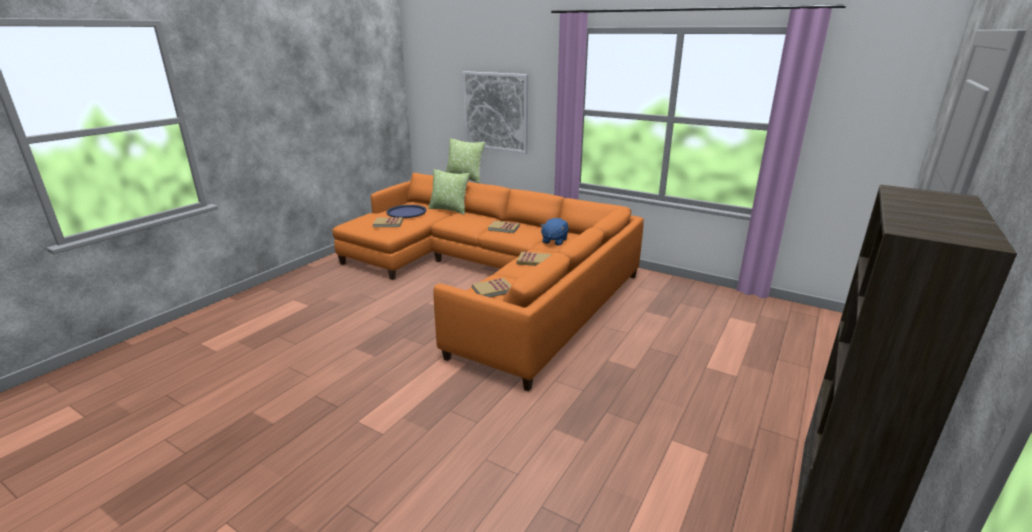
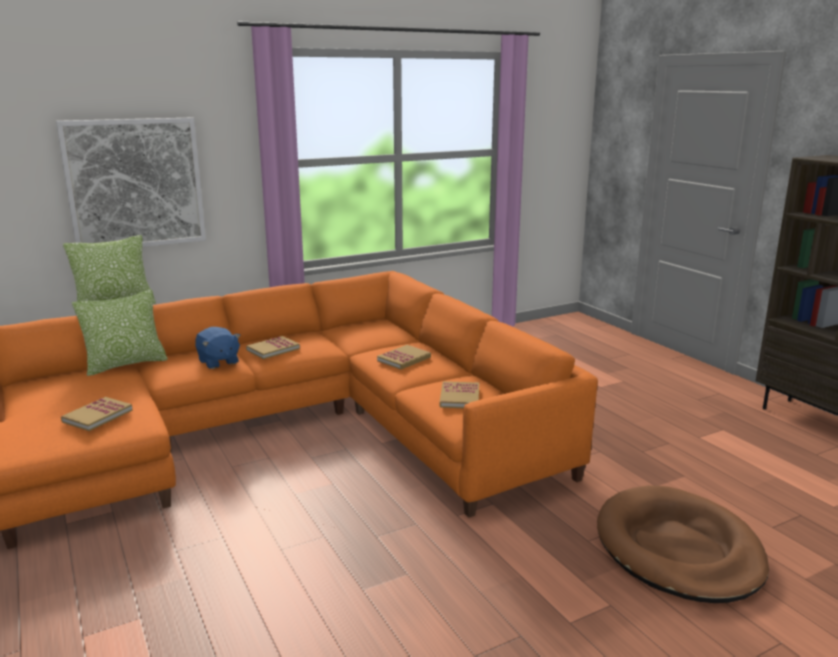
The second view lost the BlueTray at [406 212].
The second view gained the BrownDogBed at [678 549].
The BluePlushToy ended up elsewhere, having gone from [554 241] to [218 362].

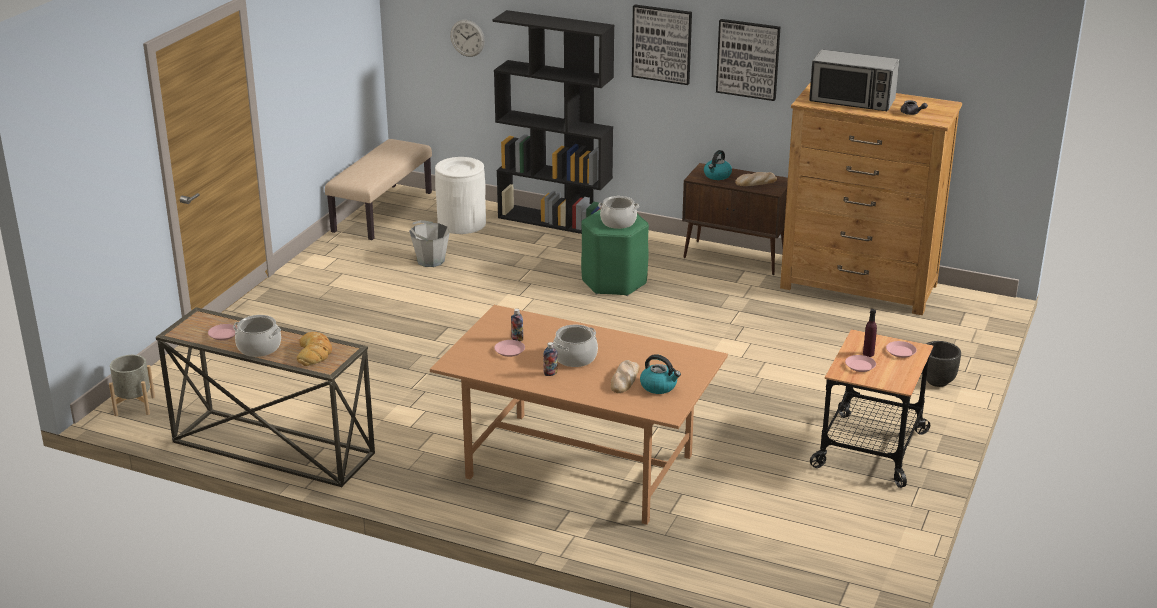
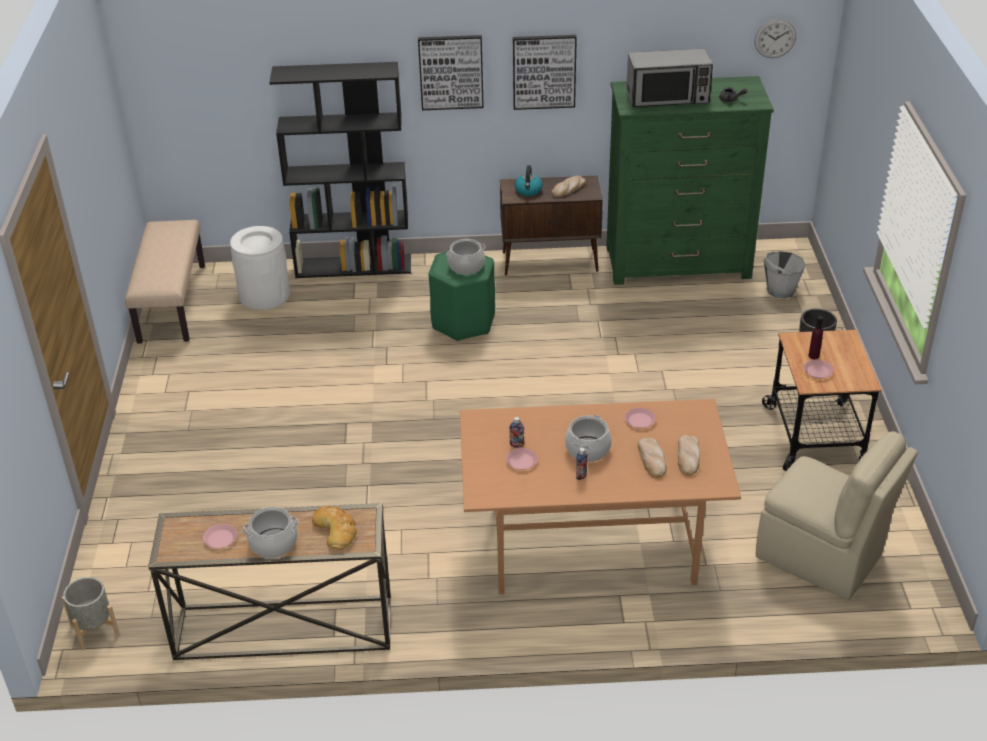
The second view gained the BeigeChair at [821 557].
The GreyBucket ended up elsewhere, having gone from [430 260] to [780 290].
The WallClock ended up elsewhere, having gone from [467 38] to [775 38].
The PinkPlate ended up elsewhere, having gone from [900 352] to [639 420].
Where the Kettle stood at [659 386], the Bread came to stand at [688 457].
What was the BrownDresser at [859 286] turned into the GreenDresser at [678 263].

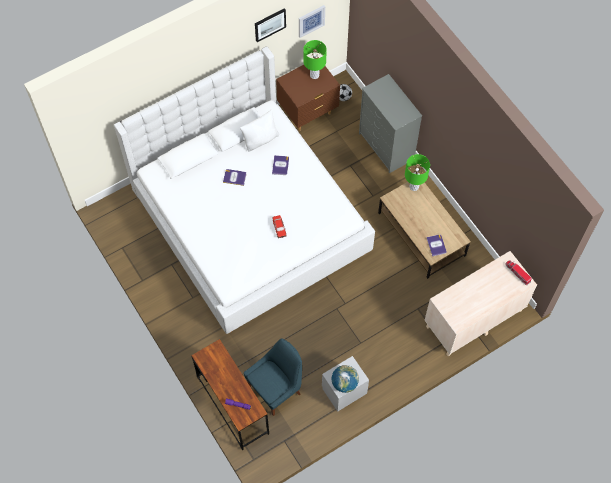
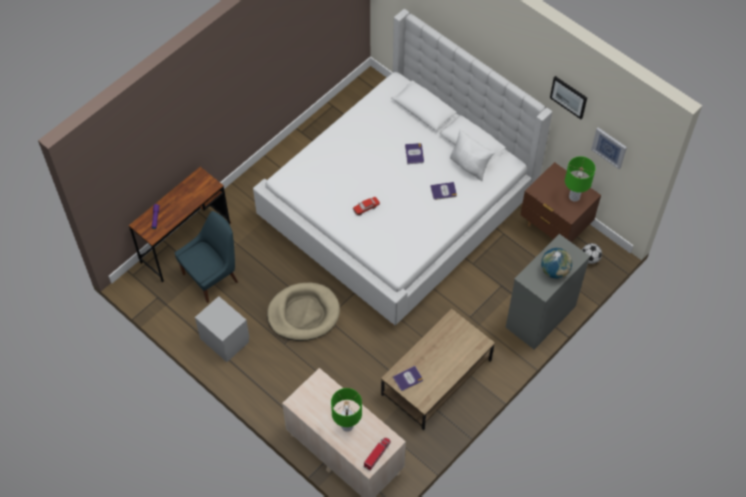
The second view gained the BeigeDogBed at [303 313].
The Globe ended up elsewhere, having gone from [344 383] to [554 271].
The GreenTableLamp ended up elsewhere, having gone from [414 187] to [347 425].
The BlueChair at [276 389] ended up facing another way, 75 degrees counterclockwise from before.

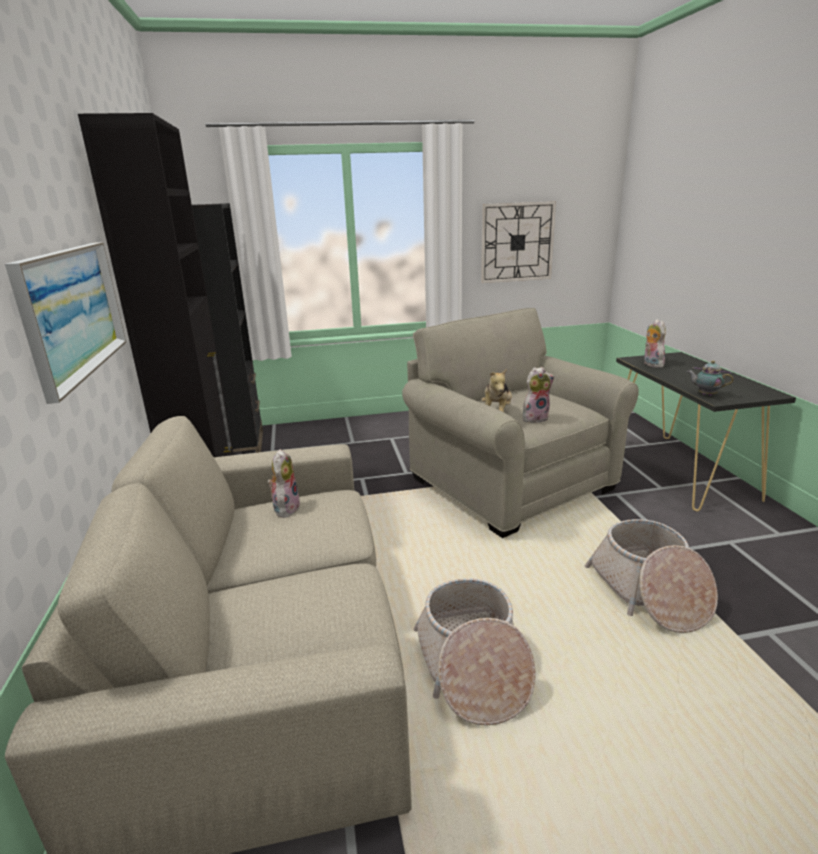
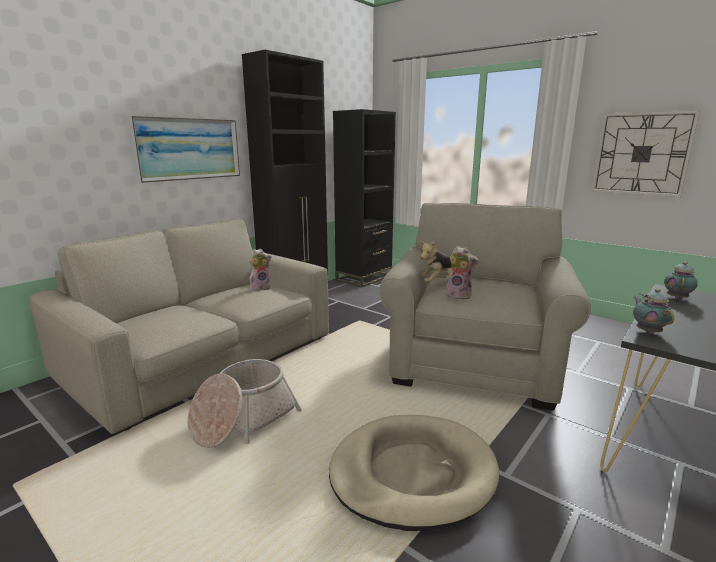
Where the Basket stood at [649 592], the BeigeDogBed came to stand at [412 473].
Where the PlushToy stood at [651 364], the Teapot came to stand at [677 298].

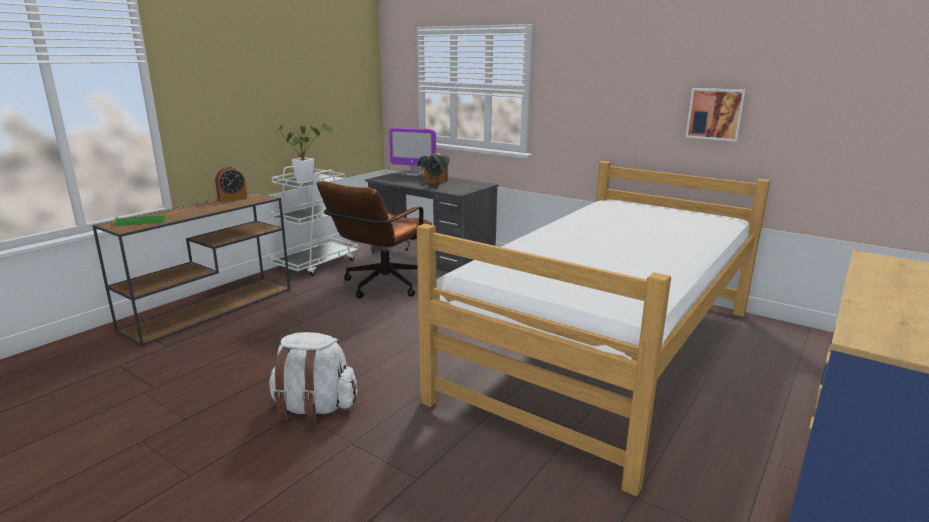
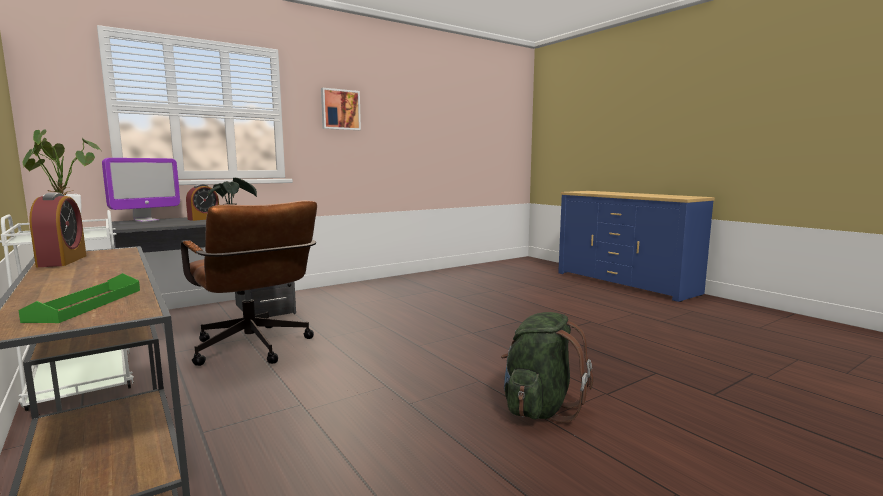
The second view lost the Bed at [608 352].
The Picture ended up elsewhere, having gone from [715 114] to [340 109].
What was the WhiteBackpack at [313 409] turned into the GreenBackpack at [539 408].

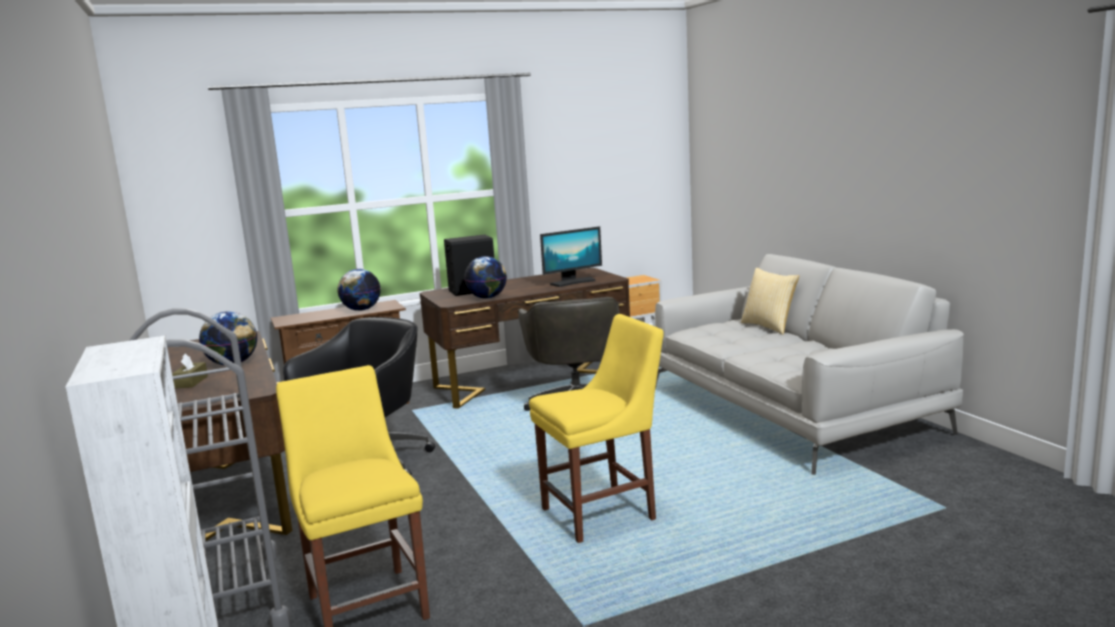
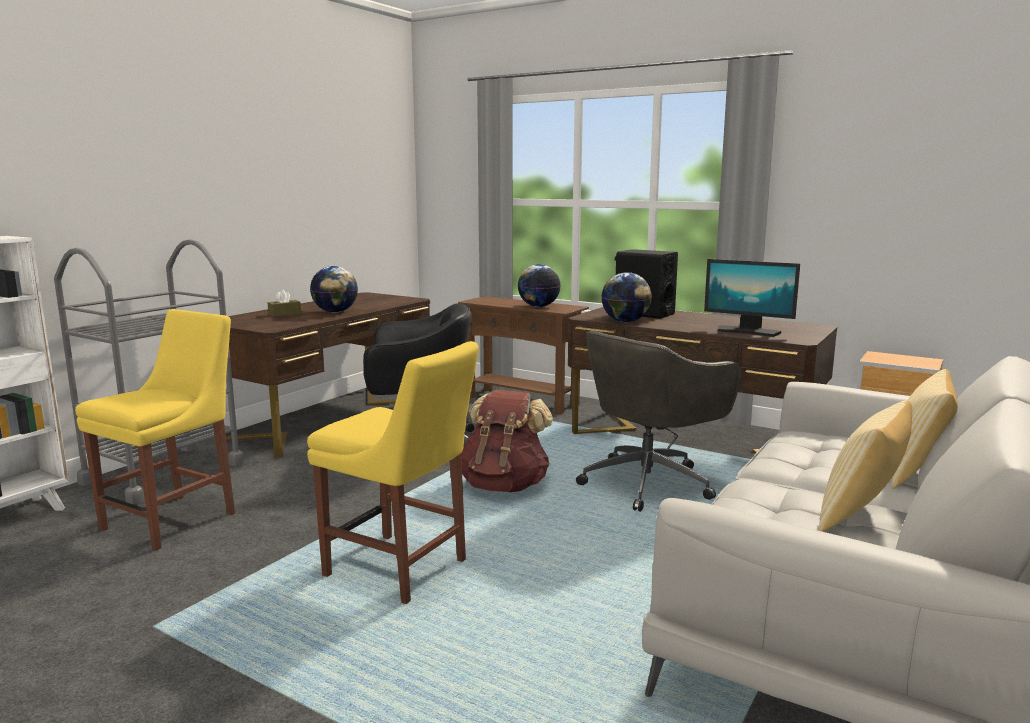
The second view gained the BrownBackpack at [504 486].
The second view gained the Pillow at [861 518].

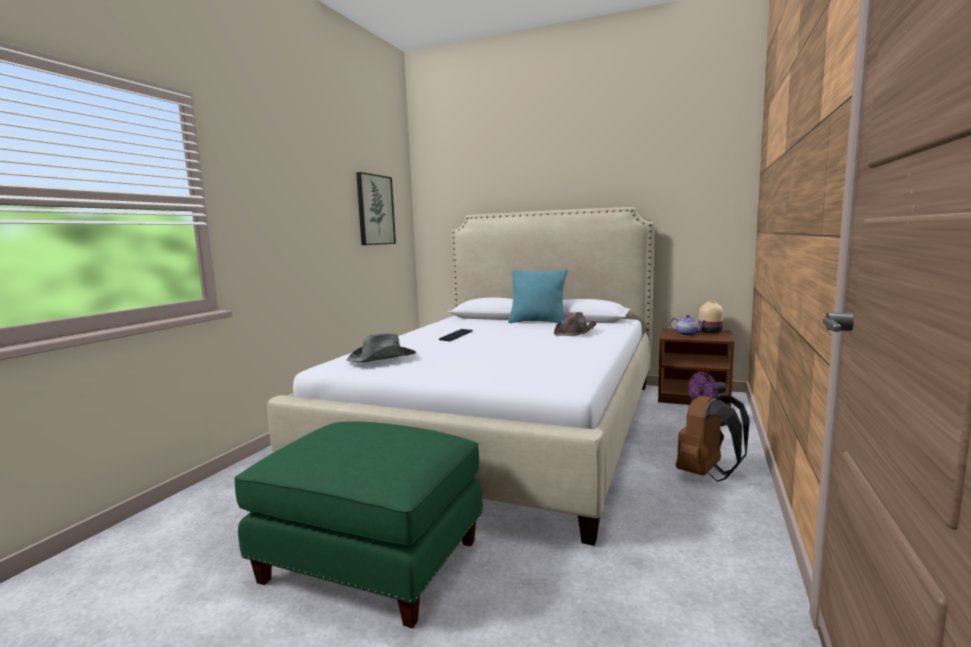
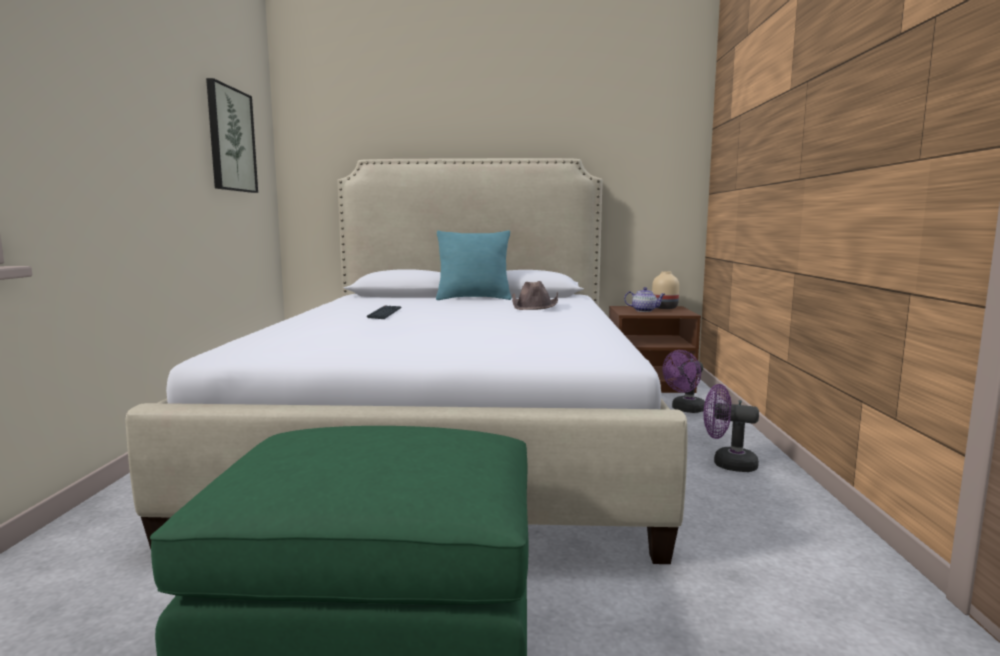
The second view lost the GreyHat at [382 357].
Where the BrownBackpack stood at [707 474], the PurpleFan came to stand at [727 464].

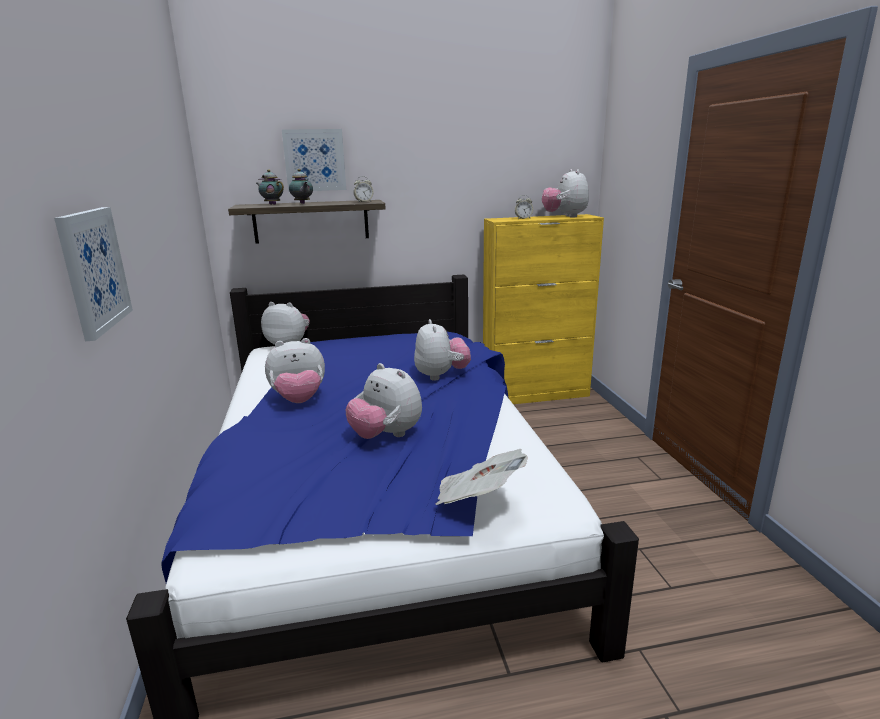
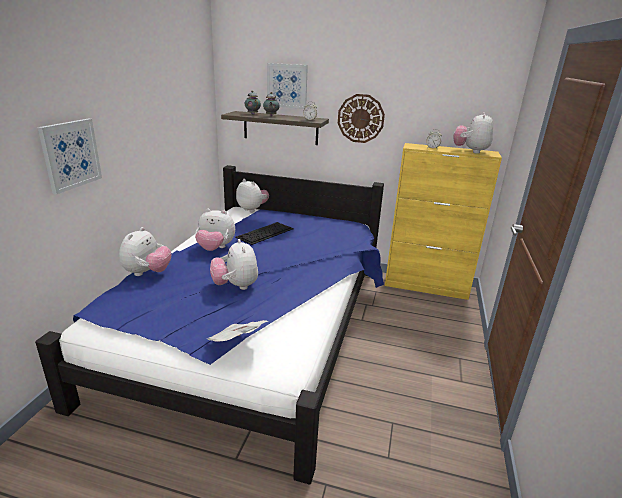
The second view gained the Keyboard at [265 233].
The second view gained the WallClock at [360 118].
The PlushToy ended up elsewhere, having gone from [441 375] to [147 273].

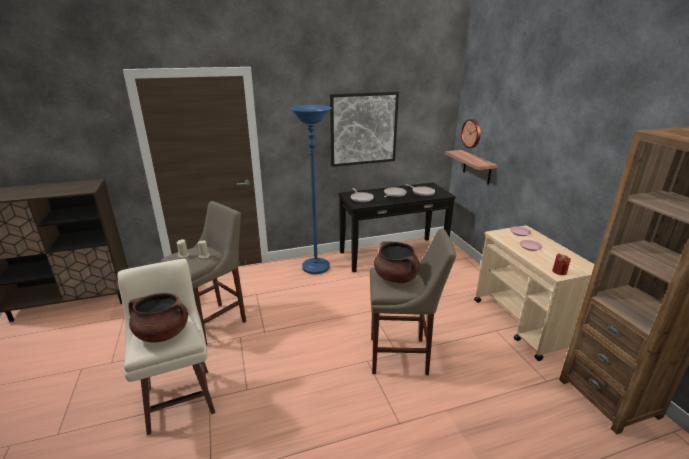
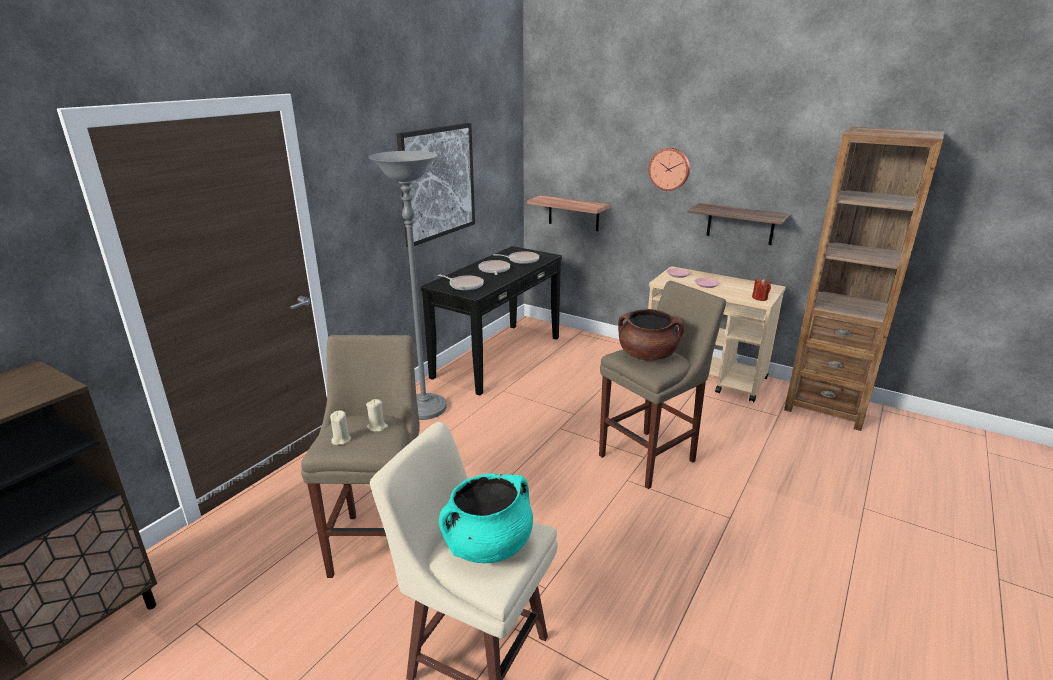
The second view gained the Shelf at [740 224].
The WallClock ended up elsewhere, having gone from [472 133] to [669 169].
What was the BrownCookingPot at [162 333] turned into the TurquoiseCookingPot at [487 545].
What was the BlueFloorLamp at [316 267] turned into the GreyFloorLamp at [424 409].

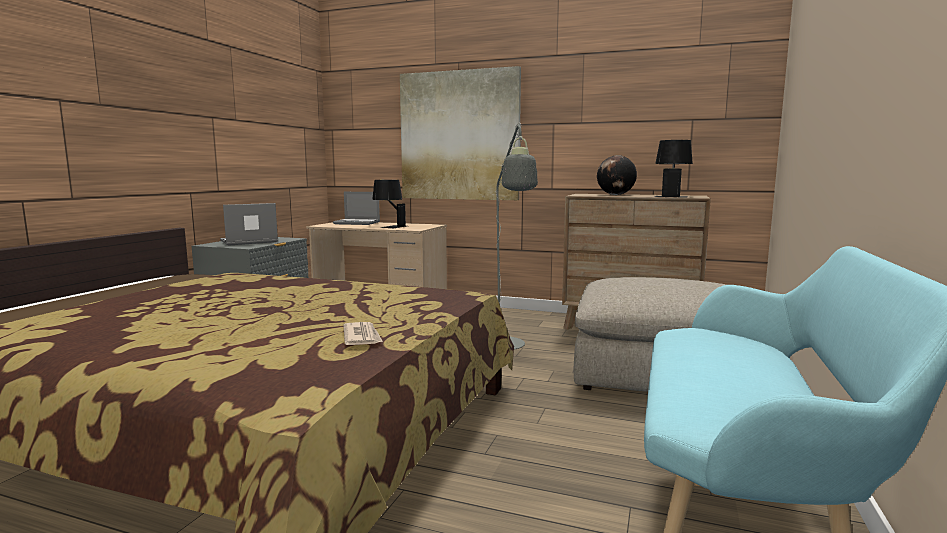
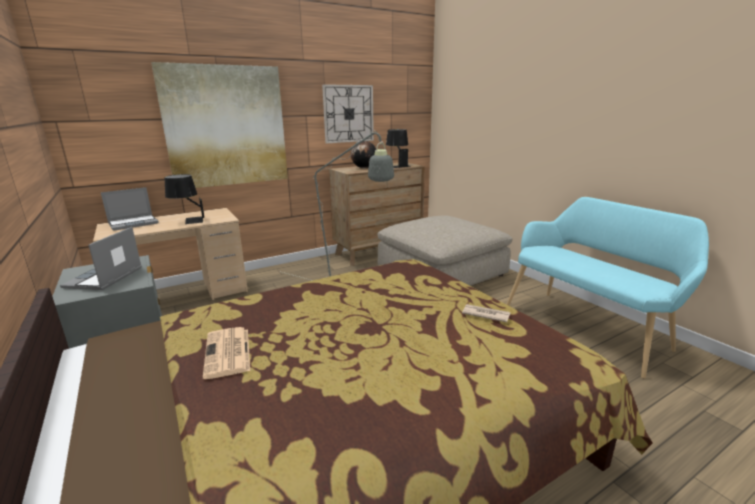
The second view gained the Newspaper at [228 353].
The second view gained the WallClock at [348 114].

